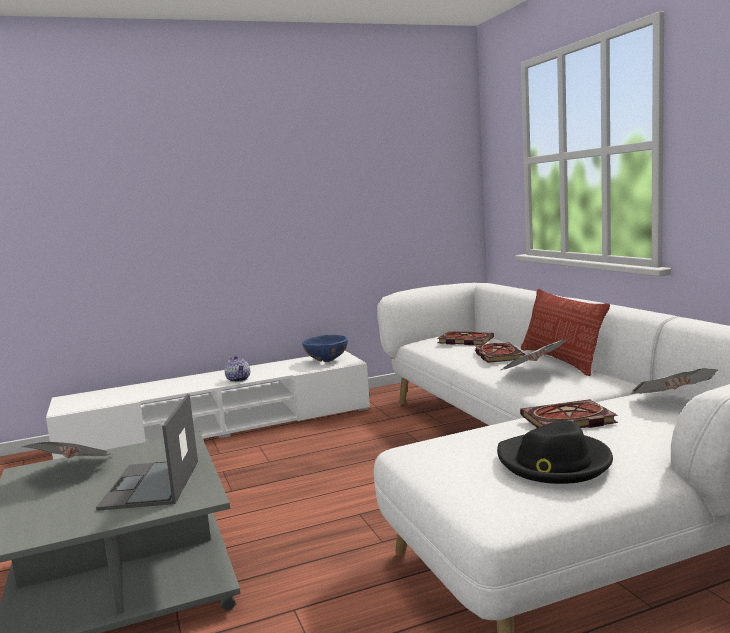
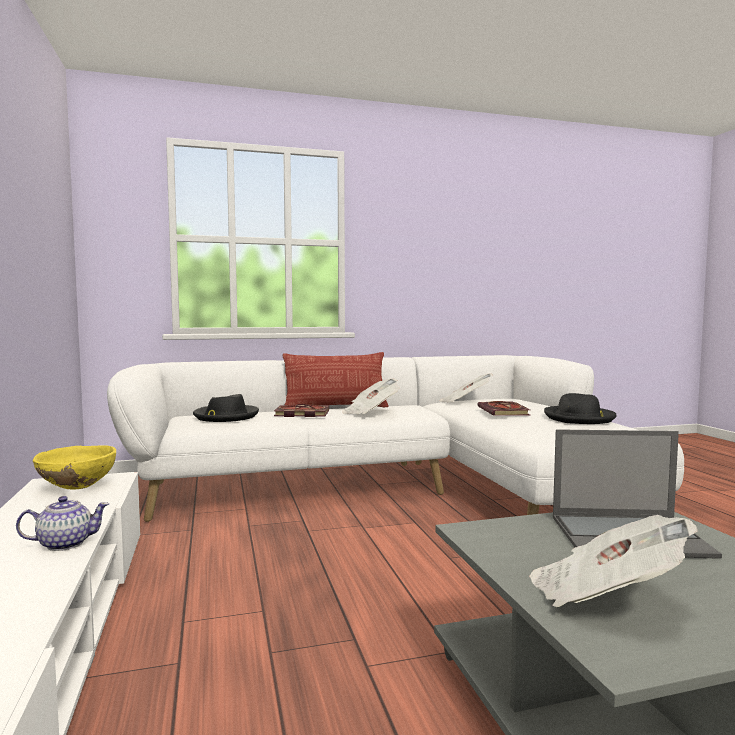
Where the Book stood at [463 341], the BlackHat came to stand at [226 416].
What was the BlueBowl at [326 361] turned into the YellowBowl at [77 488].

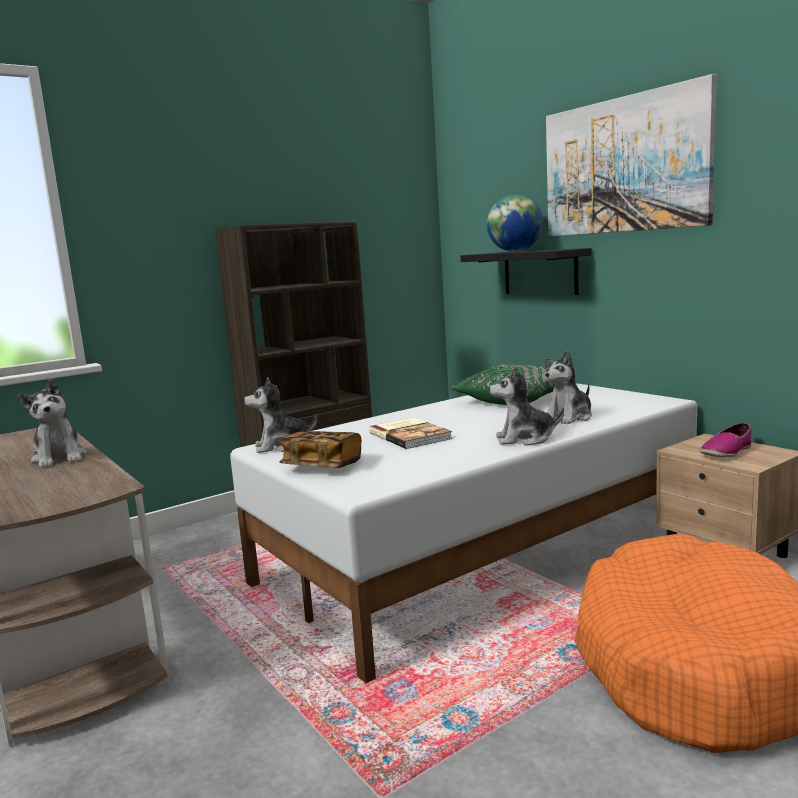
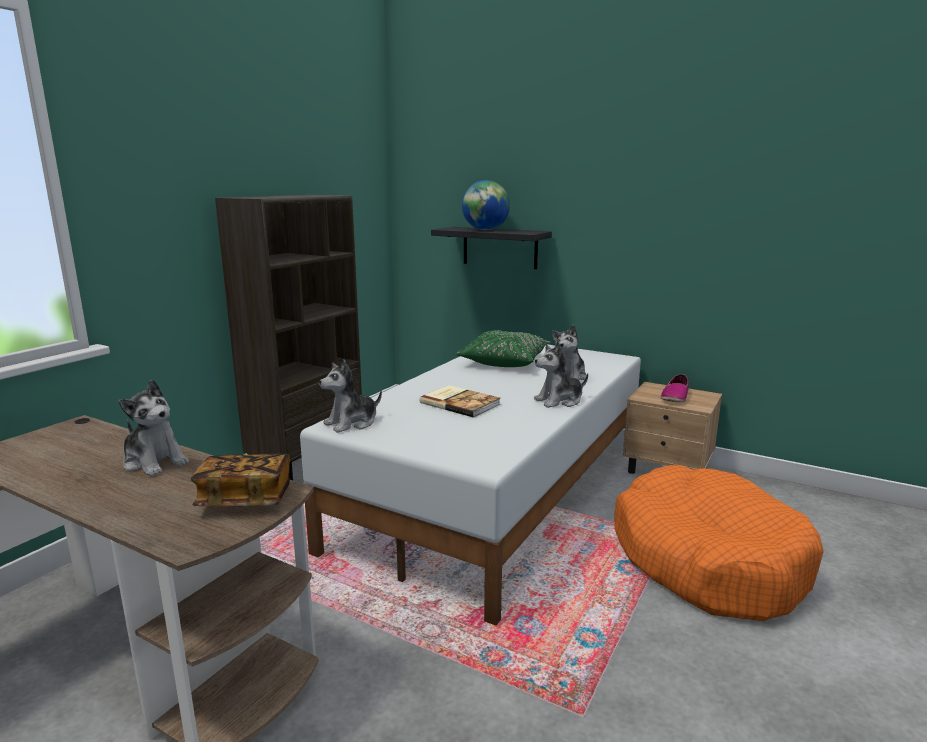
The second view lost the Picture at [624 165].
The Book ended up elsewhere, having gone from [322 466] to [245 499].

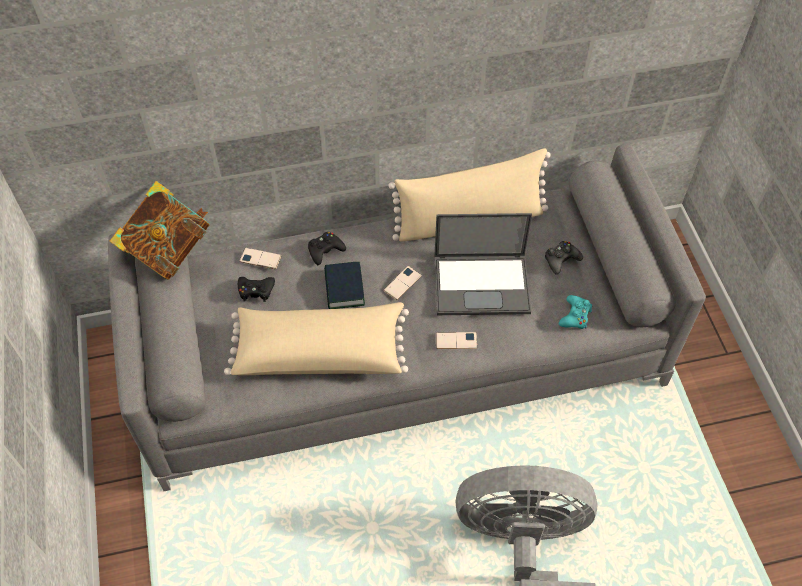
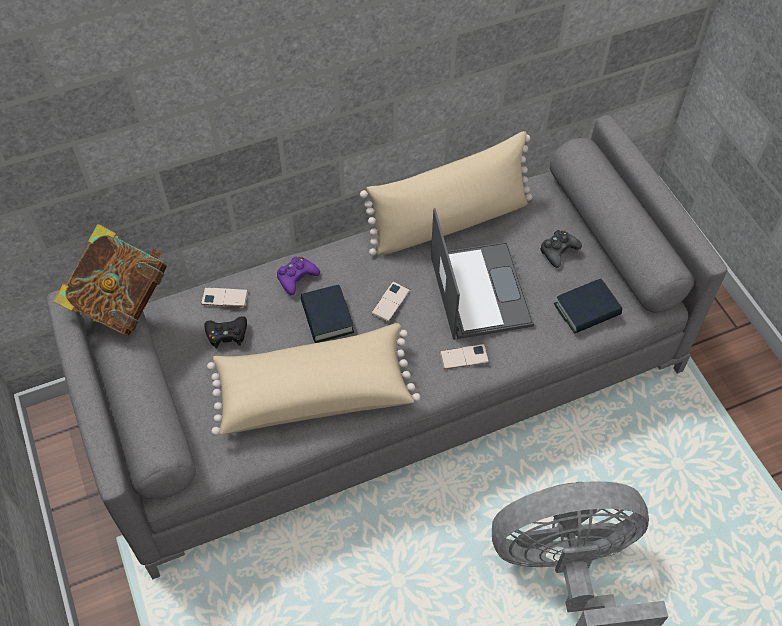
Where the TurquoiseGameController stood at [575 316], the Book came to stand at [587 310].
What was the BlackGameController at [325 250] turned into the PurpleGameController at [296 278].
The Laptop at [482 283] ended up facing another way, 90 degrees counterclockwise from before.

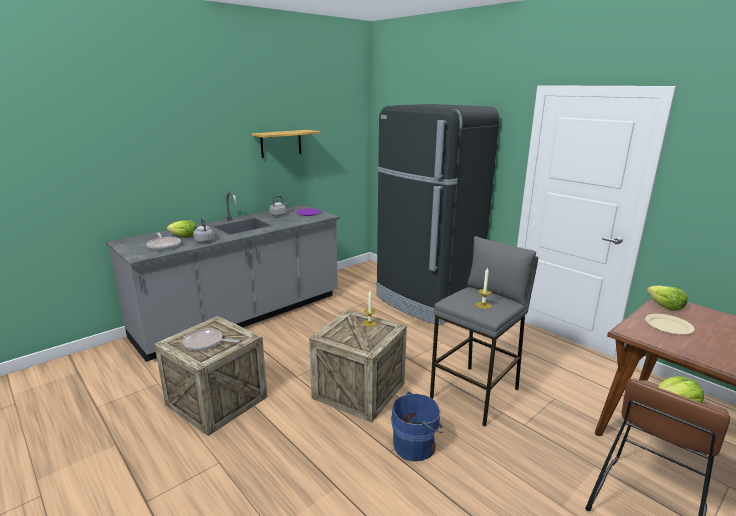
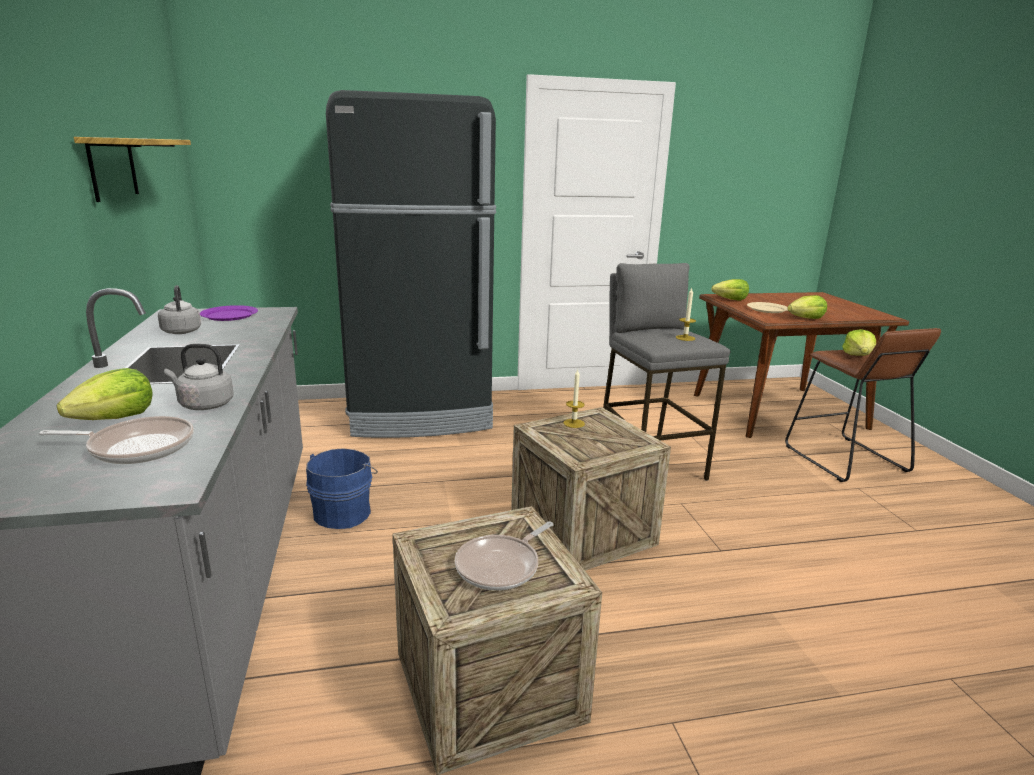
The second view gained the Lettuce at [806 318].
The BlueBucket ended up elsewhere, having gone from [416 445] to [344 512].

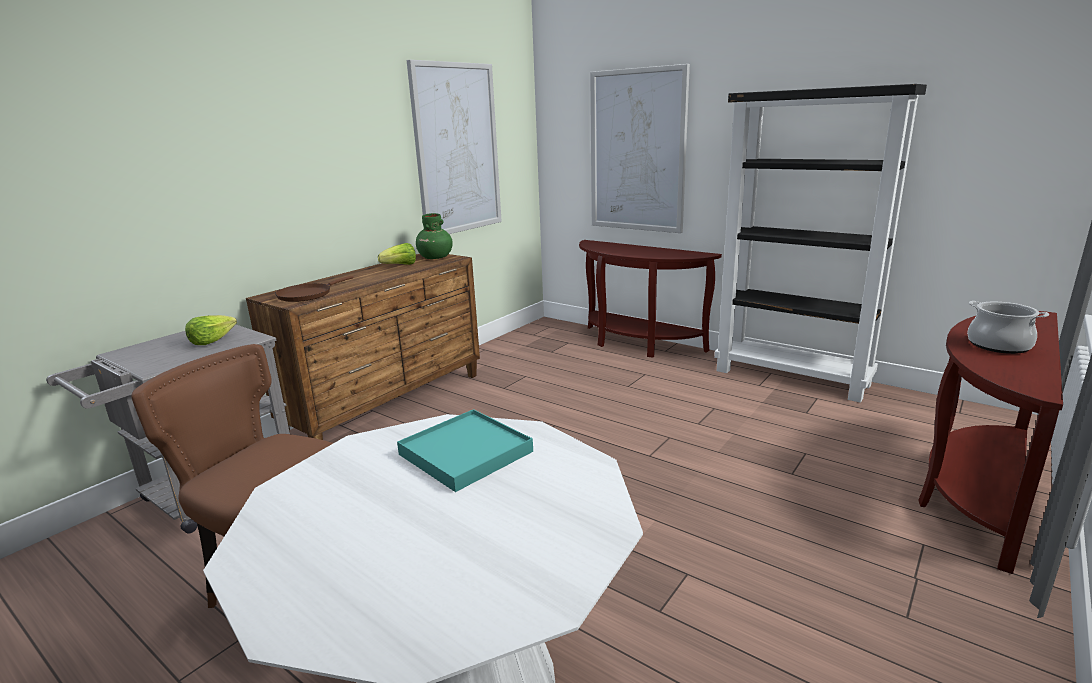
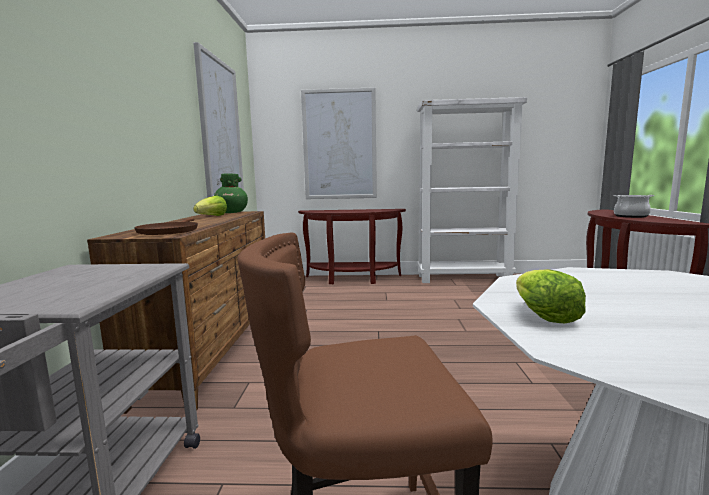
The second view lost the TurquoiseTray at [465 453].
The Lettuce ended up elsewhere, having gone from [212 341] to [542 315].
What was the BlackBookcase at [792 377] turned into the WhiteBookcase at [464 278].

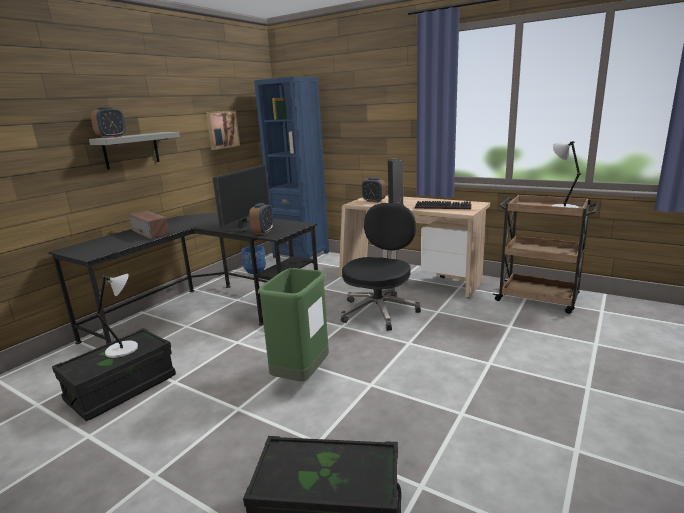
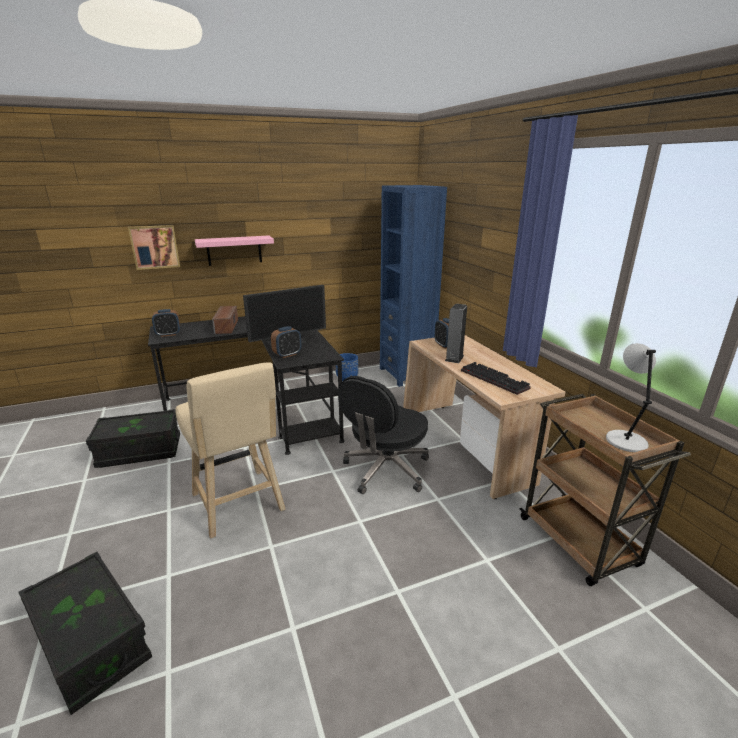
The second view lost the GreyTableLamp at [124 349].
The AlarmClock ended up elsewhere, having gone from [111 137] to [168 334].
The Picture ended up elsewhere, having gone from [222 129] to [155 247].
Where the GreenTrashCan stood at [301 376], the BeigeStool came to stand at [239 505].
What was the GreyShelf at [131 150] turned into the PinkShelf at [234 250].
The BlackOfficeChair at [379 311] ended up facing another way, 150 degrees clockwise from before.

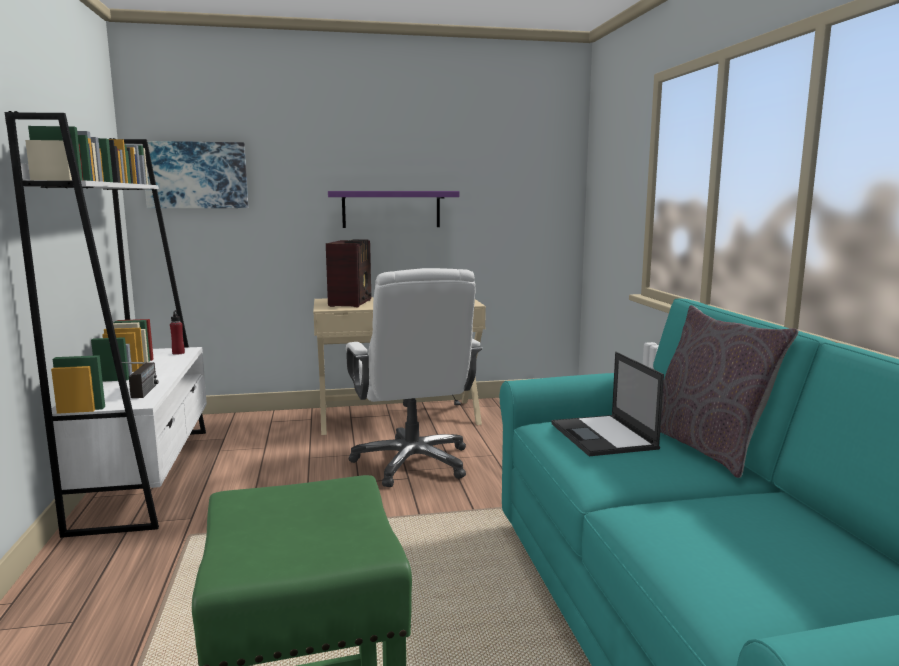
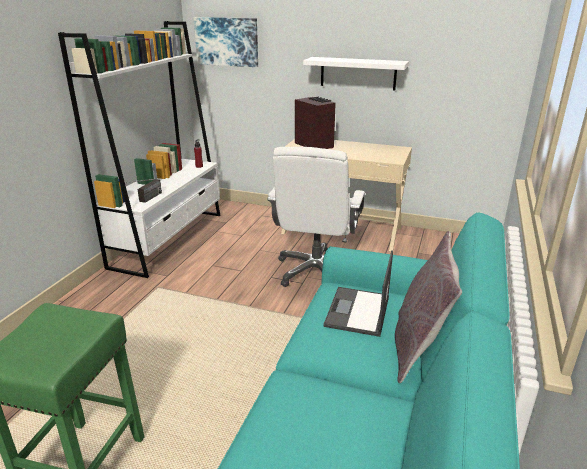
What was the PurpleShelf at [391 209] turned into the WhiteShelf at [358 73].
The Radio at [351 303] ended up facing another way, 75 degrees counterclockwise from before.

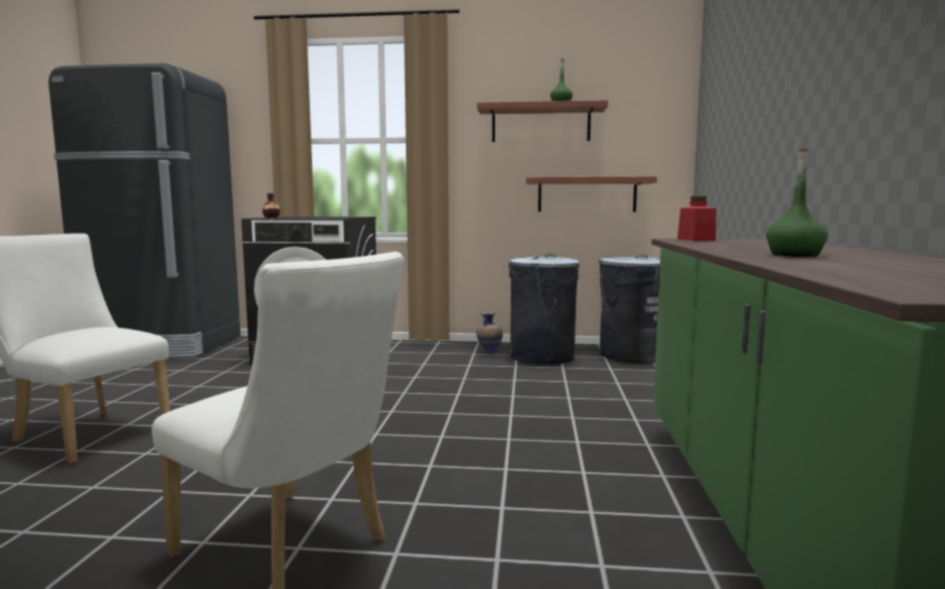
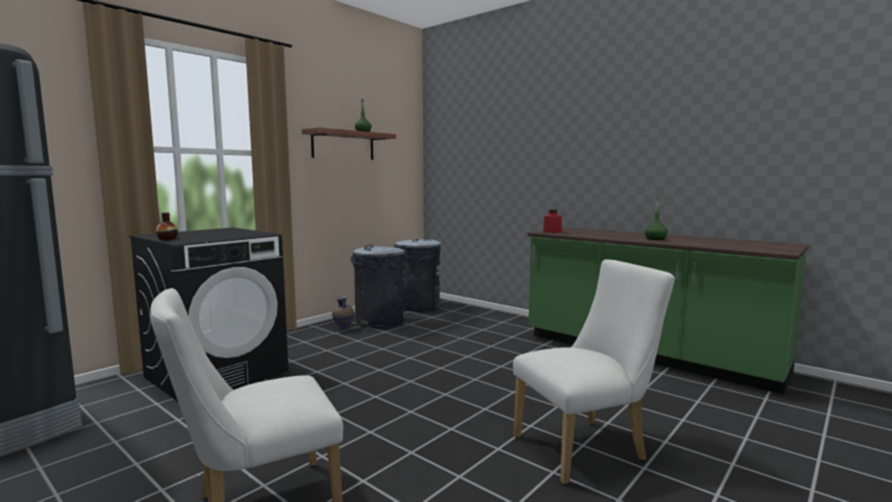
The second view lost the Shelf at [587 195].

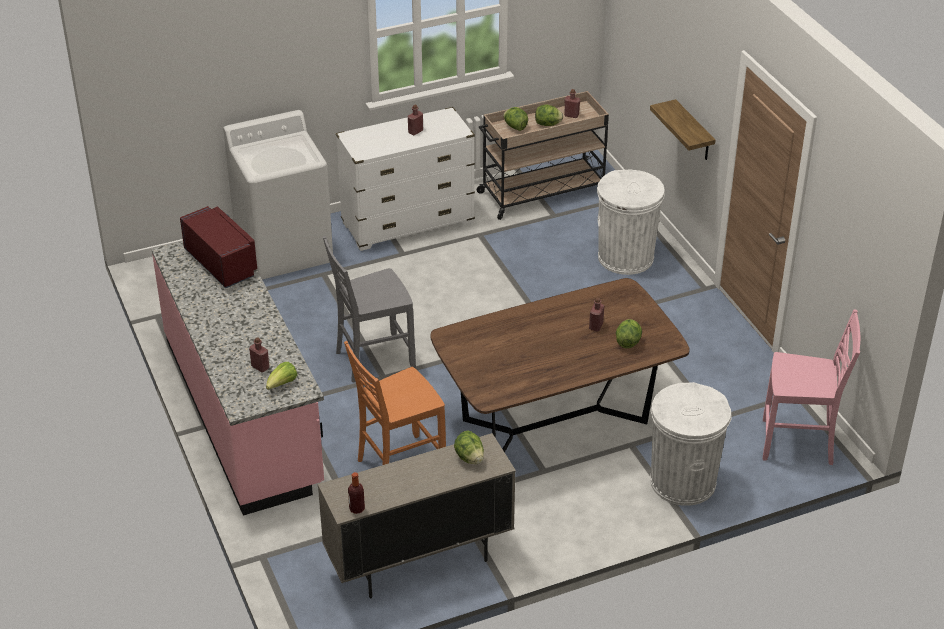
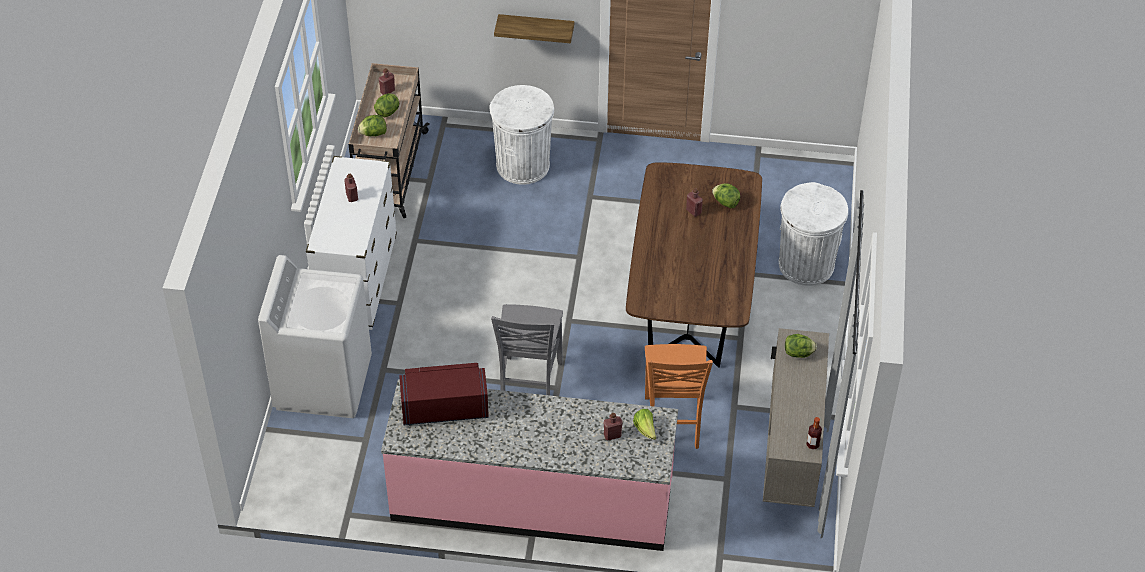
The second view lost the PinkChair at [799 443].

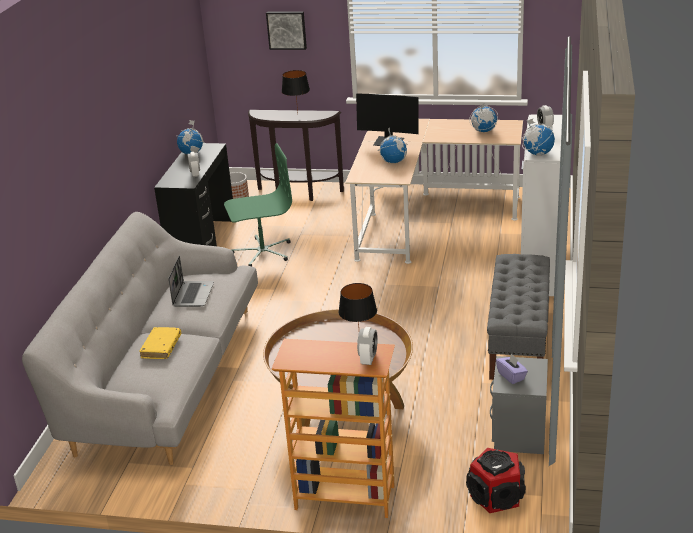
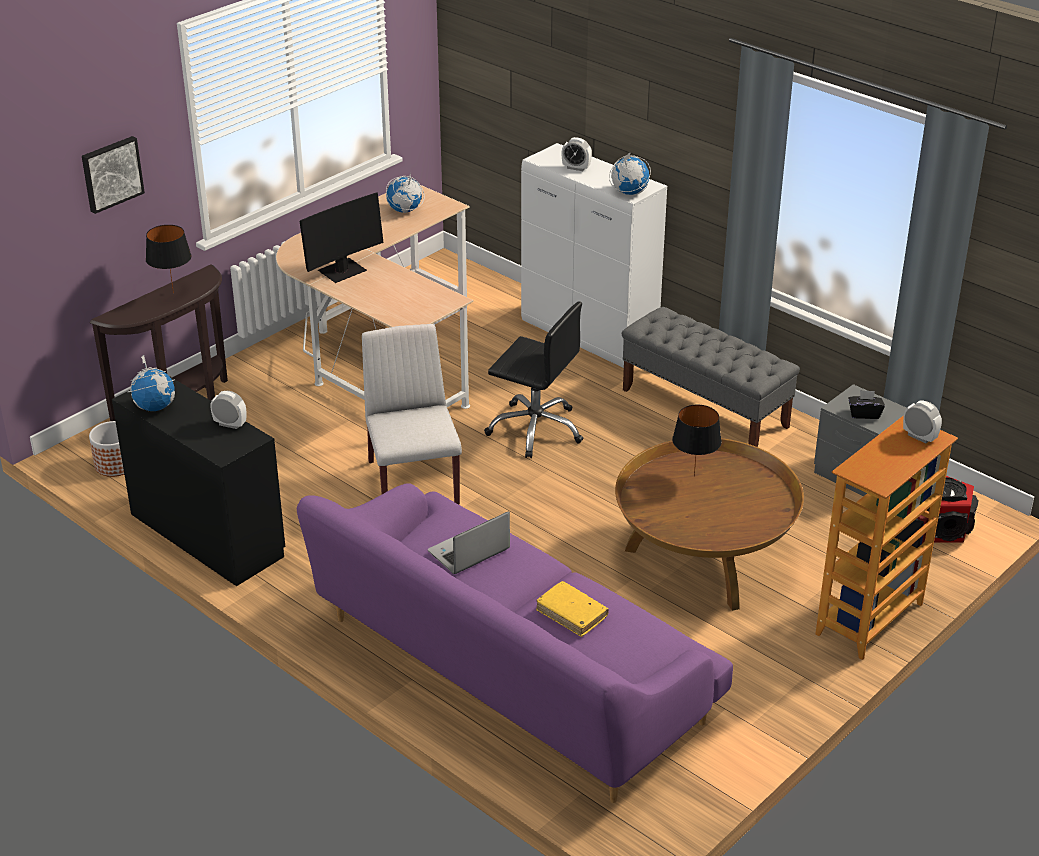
The second view lost the GreenOfficeChair at [262 252].
The second view lost the Globe at [393 161].
The second view gained the WhiteChair at [413 482].
The second view gained the BlackOfficeChair at [536 429].
What was the GreySofa at [164 376] turned into the PurpleSofa at [509 672].
What was the PurpleTissueBox at [511 376] turned into the BlackTissueBox at [864 414].
The Laptop at [193 294] ended up facing another way, 75 degrees counterclockwise from before.

